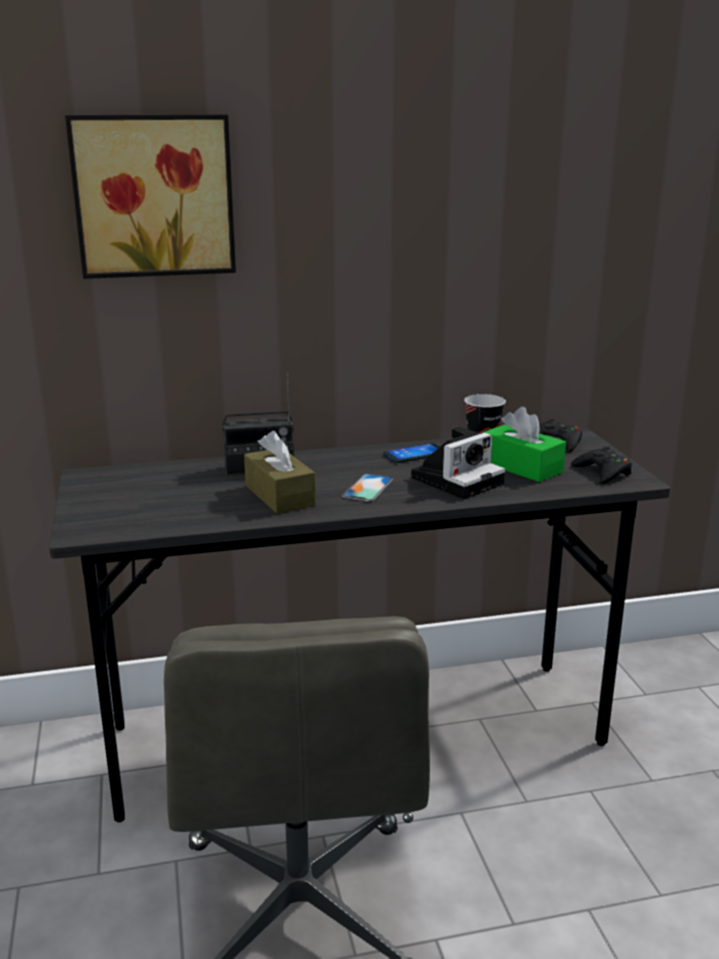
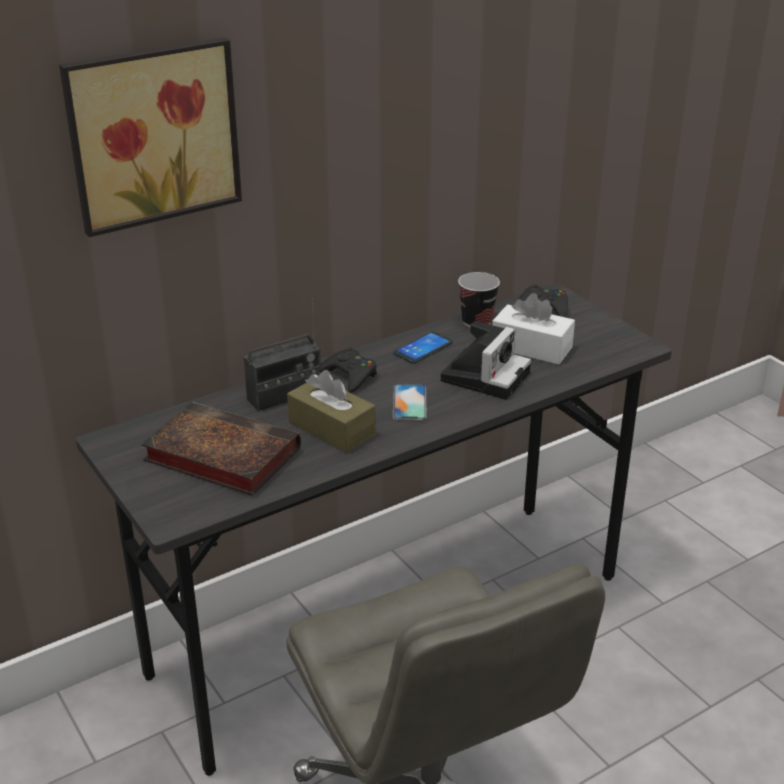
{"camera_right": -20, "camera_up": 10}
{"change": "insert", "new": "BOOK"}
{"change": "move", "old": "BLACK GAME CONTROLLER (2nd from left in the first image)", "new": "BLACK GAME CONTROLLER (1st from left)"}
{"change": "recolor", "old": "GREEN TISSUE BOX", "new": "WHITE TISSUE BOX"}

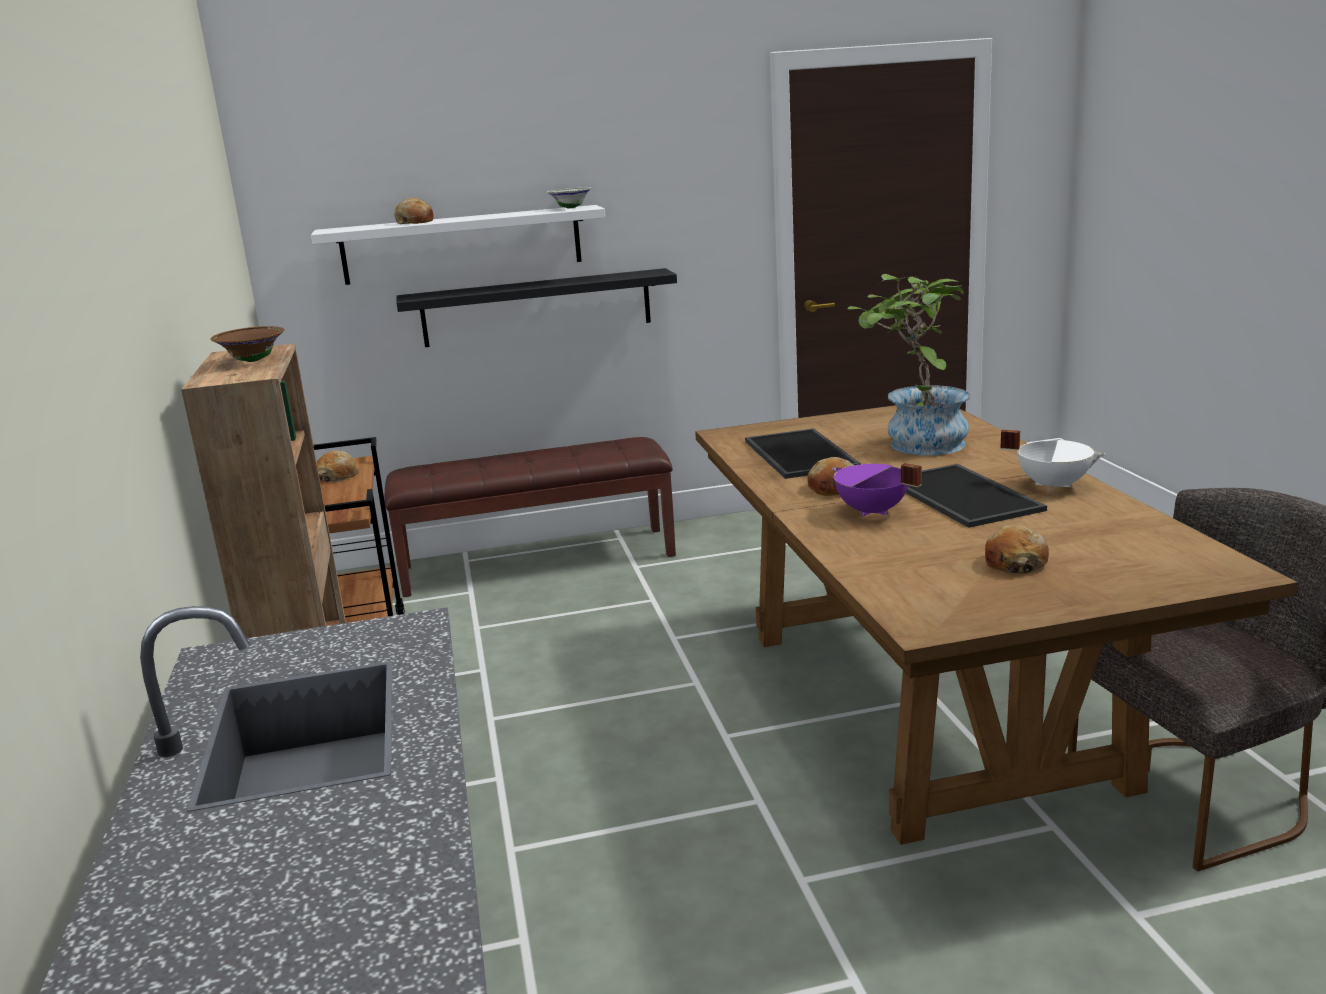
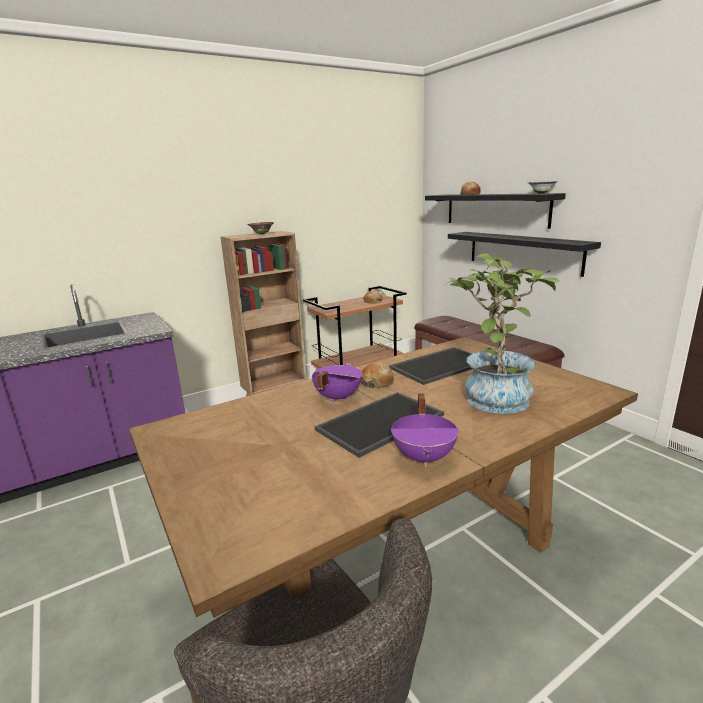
{"camera_right": 70, "camera_up": 0}
{"change": "recolor", "old": "WHITE COOKING POT", "new": "PURPLE COOKING POT (2nd from left)"}
{"change": "recolor", "old": "WHITE SHELF", "new": "BLACK SHELF (1st from left)"}
{"change": "delete", "old": "BREAD (4th from left)"}

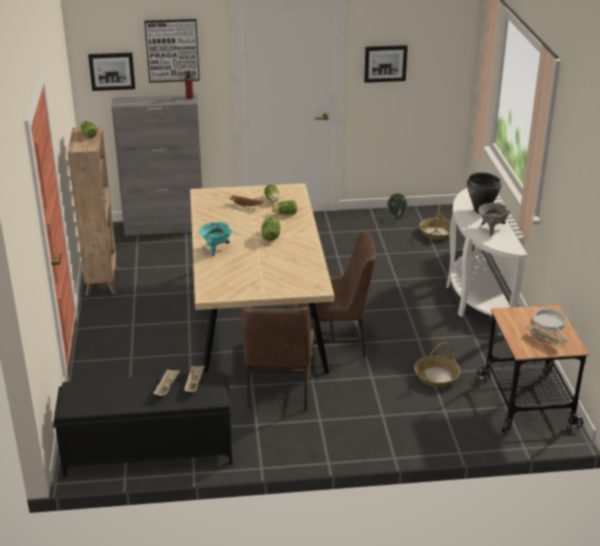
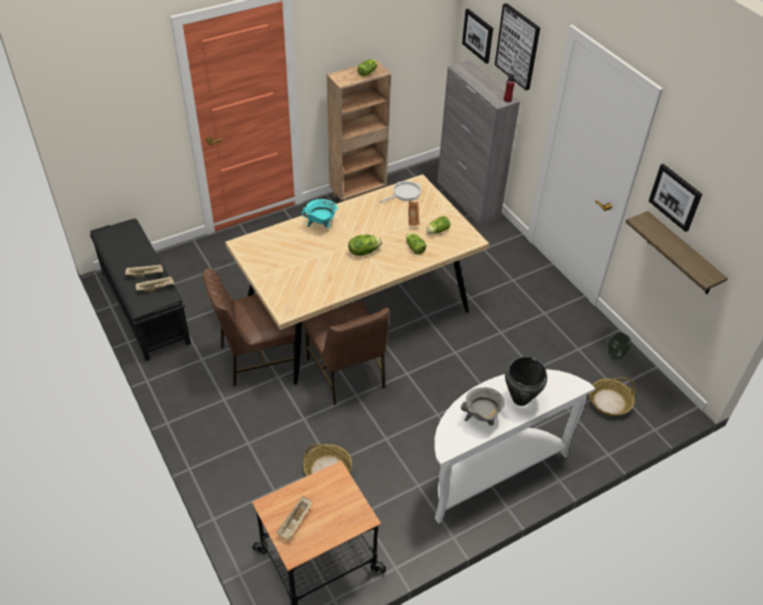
{"camera_right": 65, "camera_up": 15}
{"change": "move", "old": "FRYING PAN"}
{"change": "insert", "new": "SHELF"}

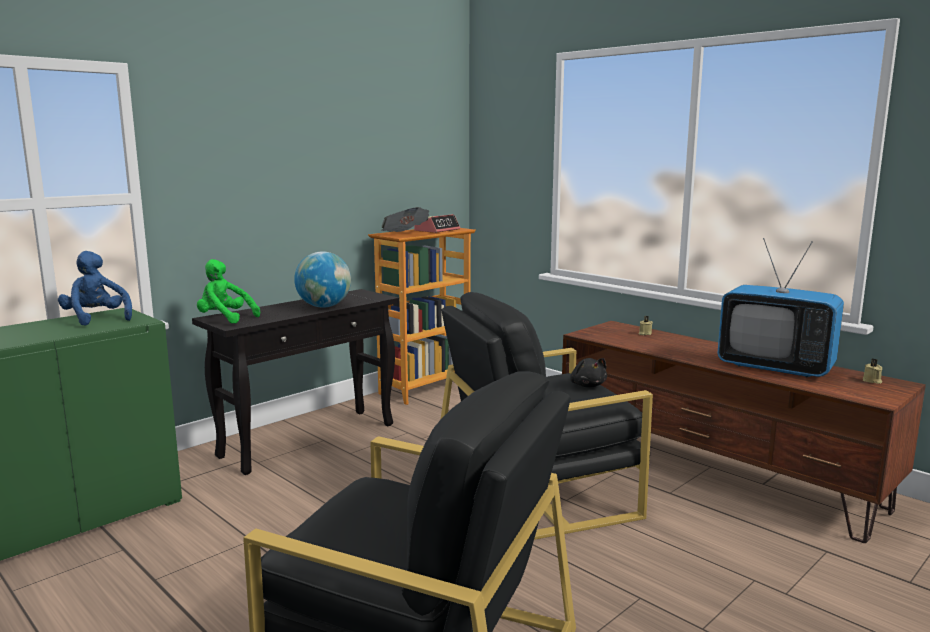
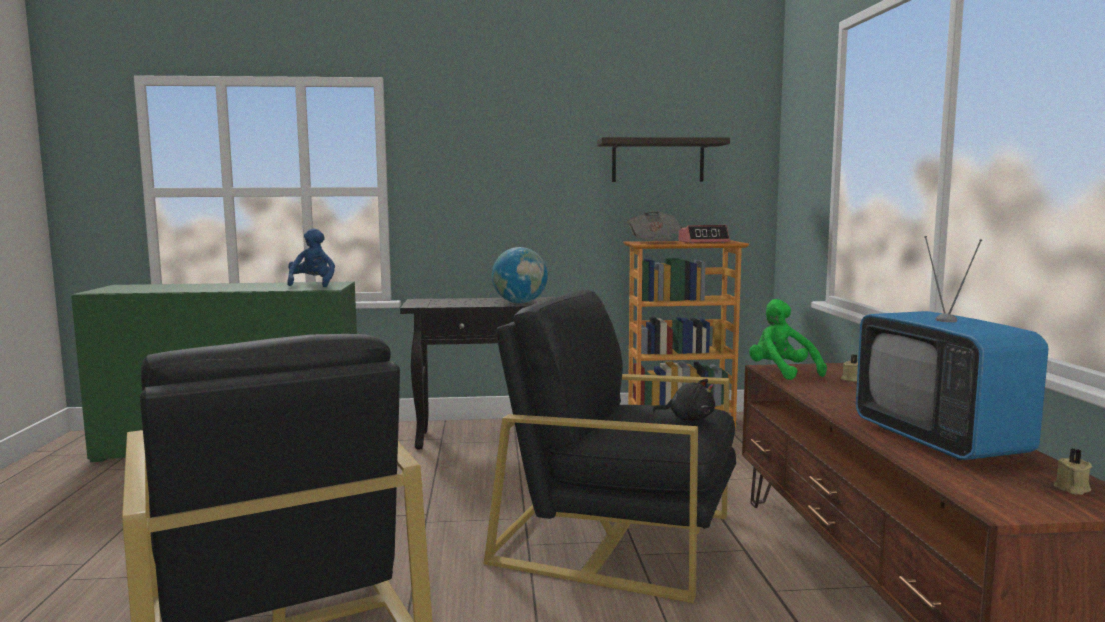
{"camera_right": 40, "camera_up": -5}
{"change": "insert", "new": "SHELF"}
{"change": "rotate", "old": "BLACK PLUSH TOY", "degrees": -90}
{"change": "move", "old": "GREEN PLUSH TOY"}

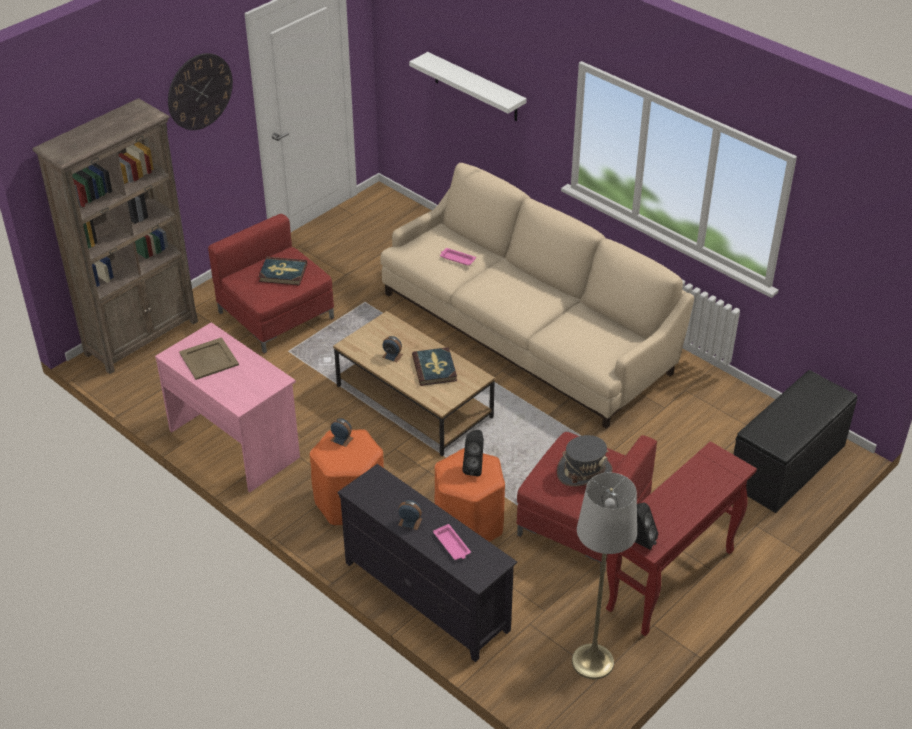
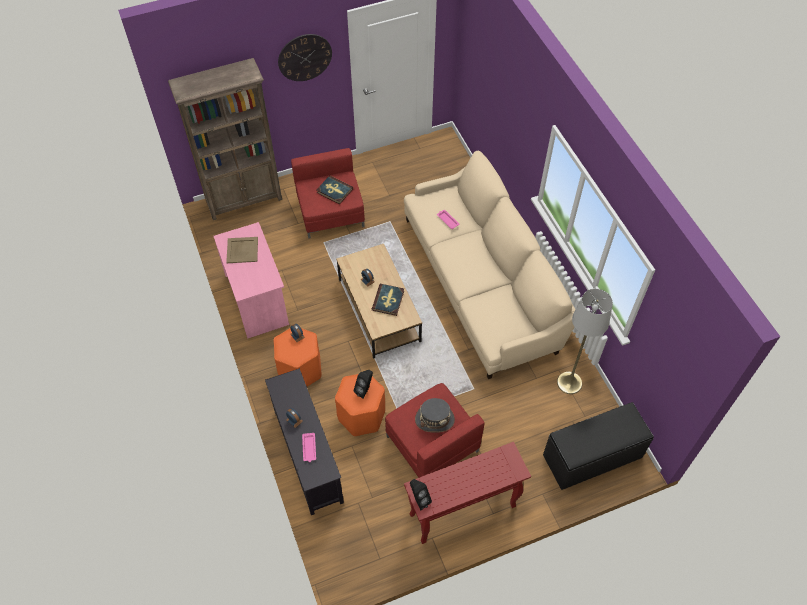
{"camera_right": 25, "camera_up": 15}
{"change": "move", "old": "GREY FLOOR LAMP"}
{"change": "delete", "old": "WHITE SHELF"}

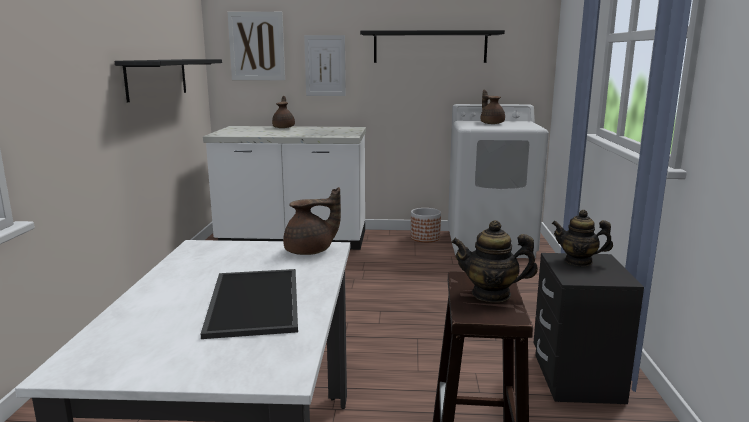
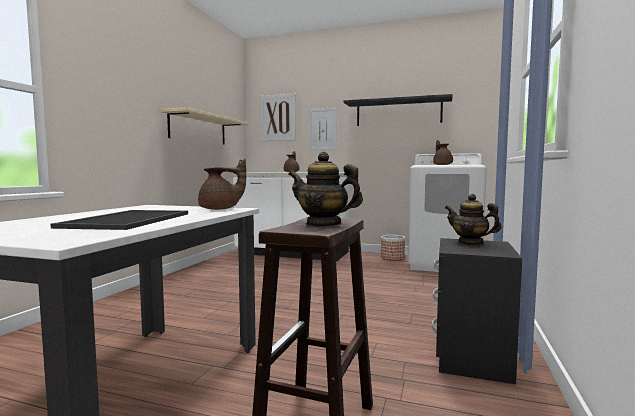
{"camera_right": 15, "camera_up": -10}
{"change": "recolor", "old": "BLACK SHELF (1st from left)", "new": "BEIGE SHELF"}

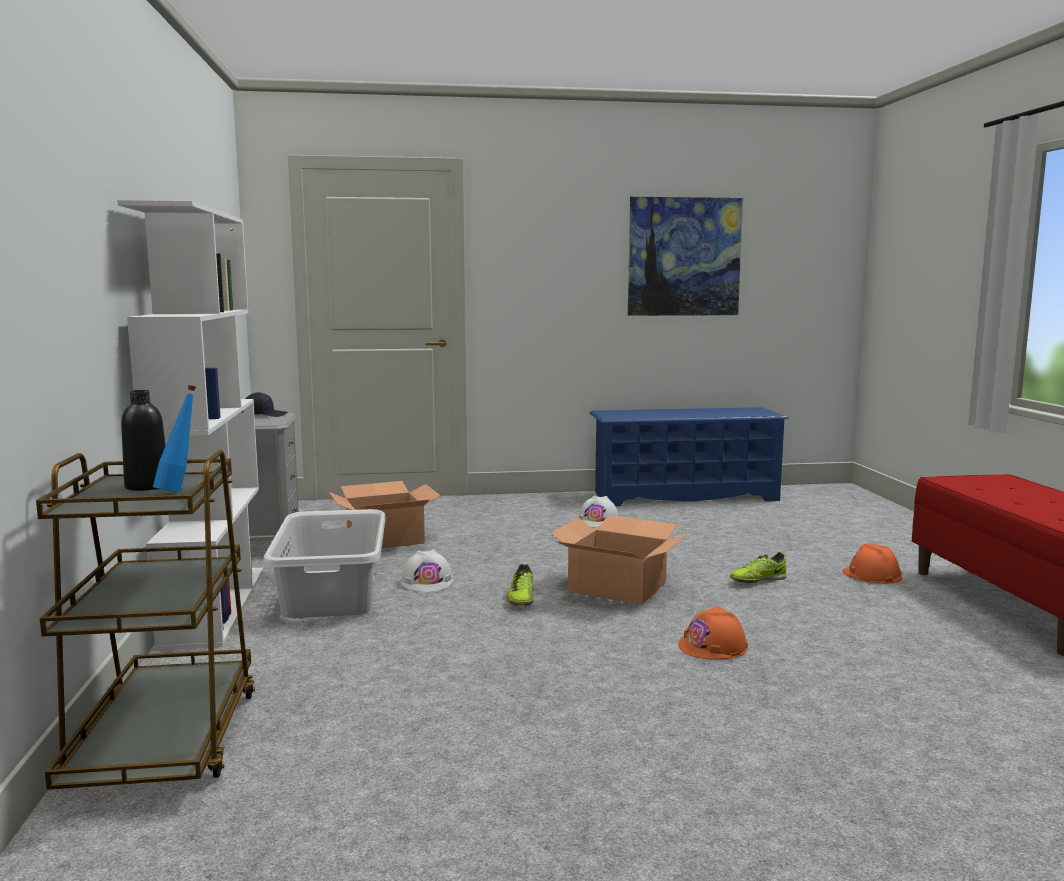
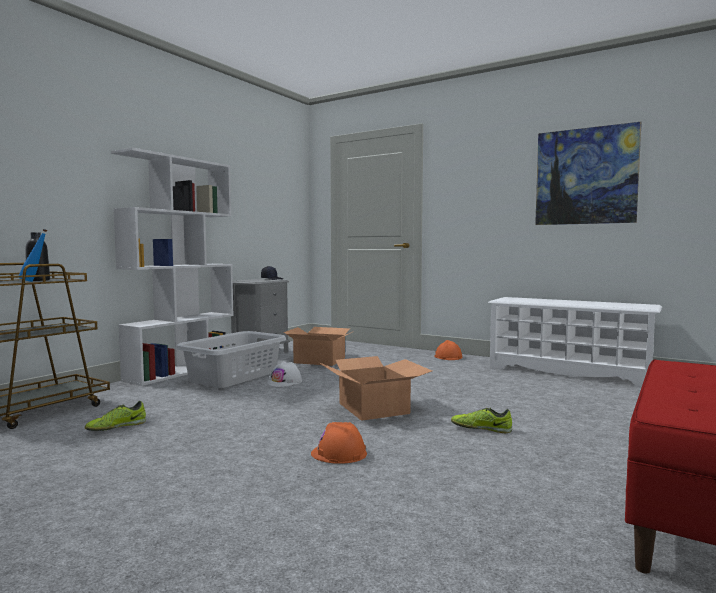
{"camera_right": 40, "camera_up": -5}
{"change": "move", "old": "SHOE (1st from left)"}
{"change": "move", "old": "ORANGE HARD HAT (2nd from left)"}
{"change": "recolor", "old": "BLUE SHOE RACK", "new": "WHITE SHOE RACK"}
{"change": "delete", "old": "WHITE HARD HAT (2nd from left)"}

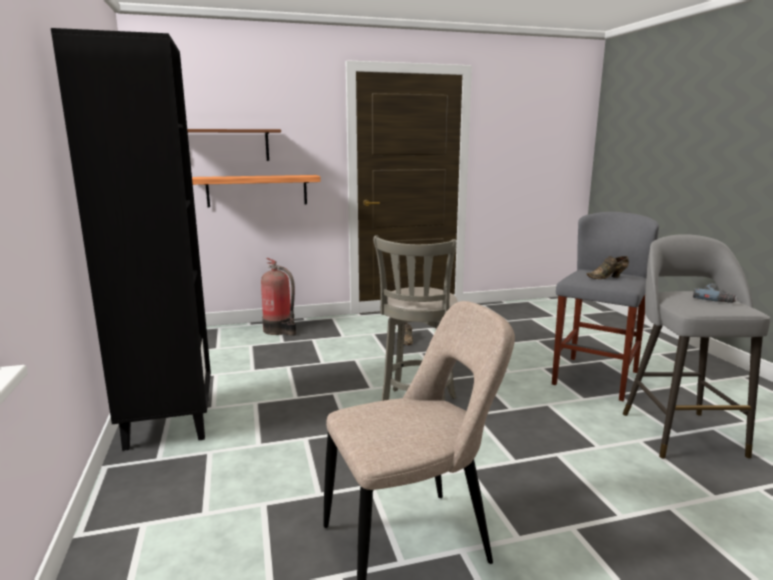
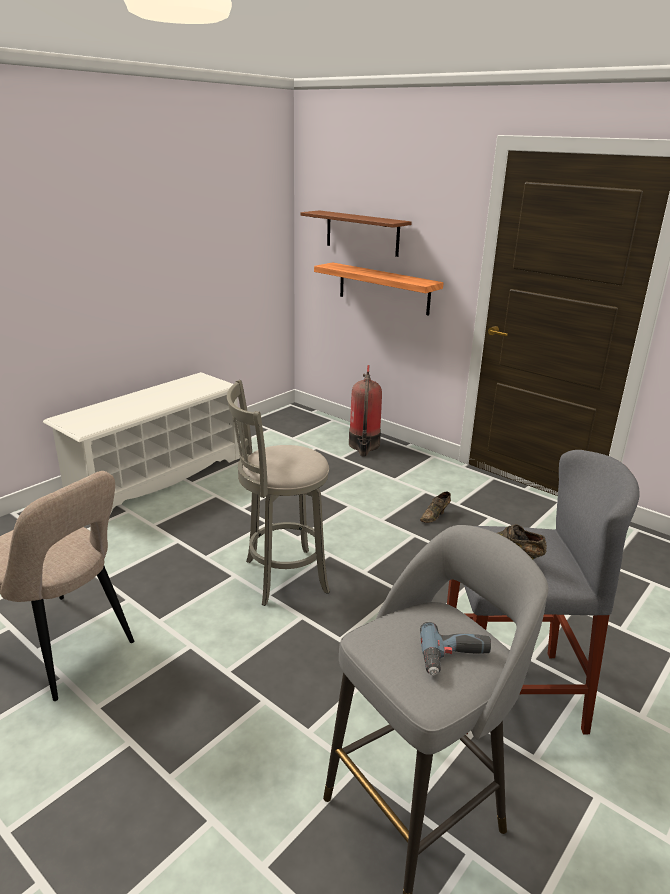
{"camera_right": 55, "camera_up": 10}
{"change": "replace", "old": "BLACK BOOKCASE", "new": "WHITE SHOE RACK"}

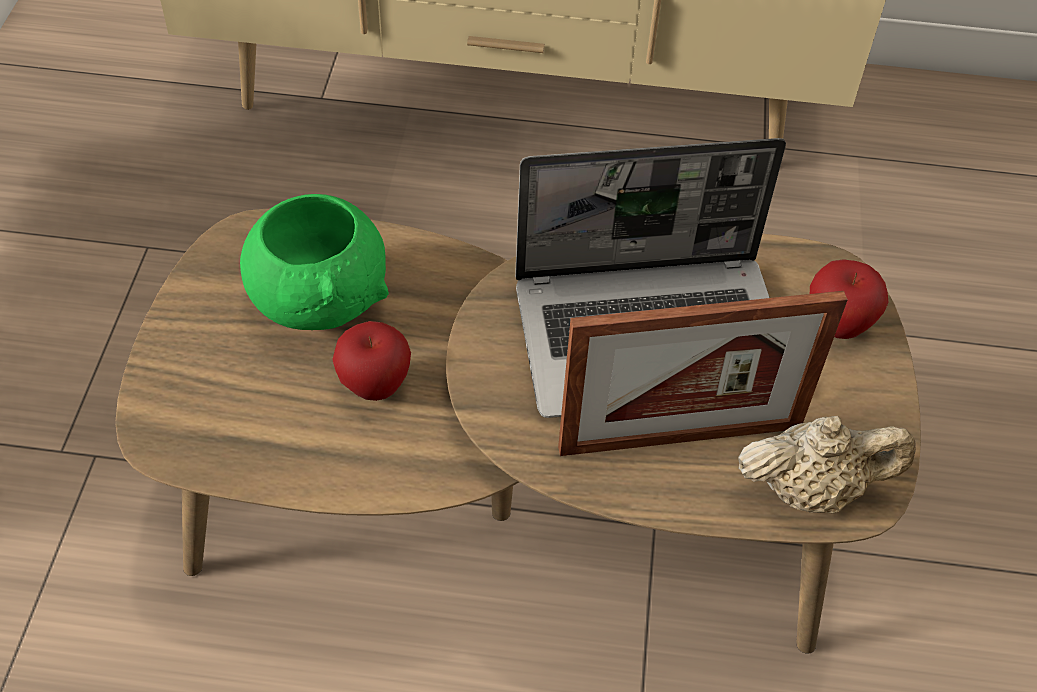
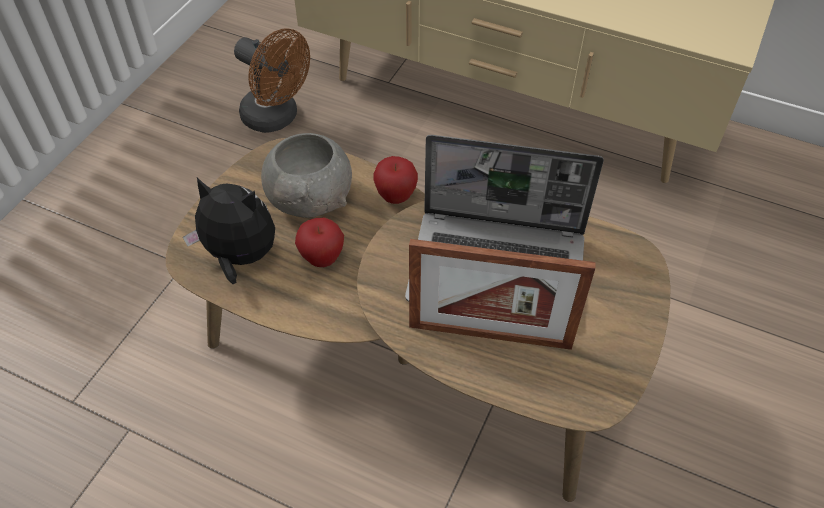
{"camera_right": 20, "camera_up": 0}
{"change": "insert", "new": "PLUSH TOY"}
{"change": "insert", "new": "BROWN FAN"}
{"change": "recolor", "old": "GREEN BOWL", "new": "GREY BOWL"}
{"change": "move", "old": "APPLE (2nd from left)"}
{"change": "delete", "old": "BEIGE TEAPOT"}

